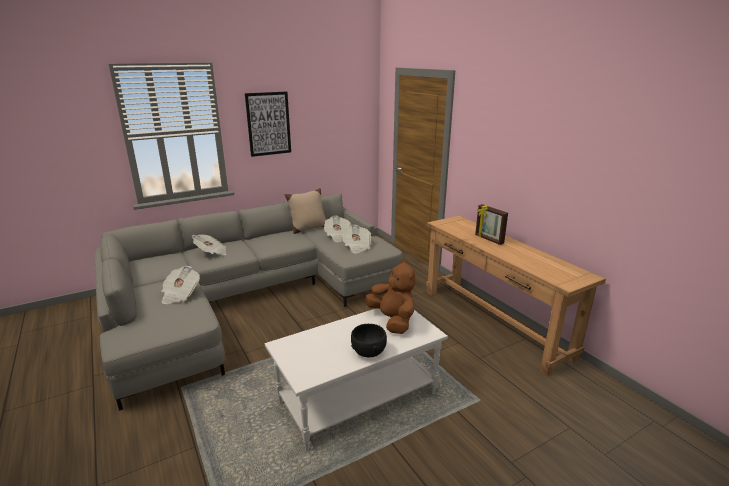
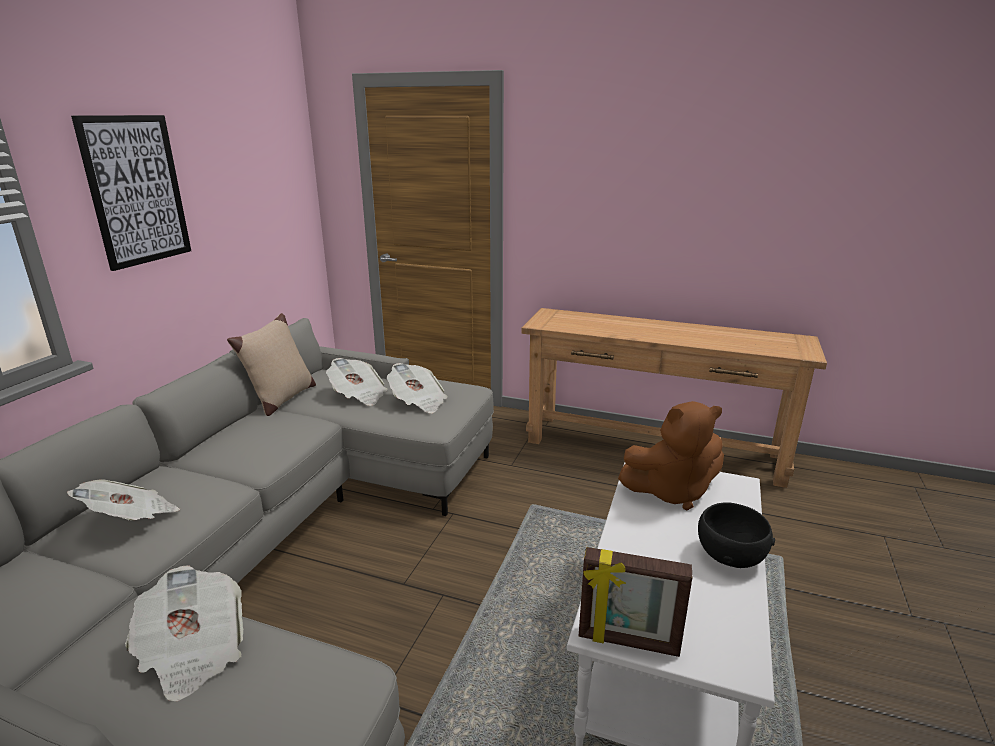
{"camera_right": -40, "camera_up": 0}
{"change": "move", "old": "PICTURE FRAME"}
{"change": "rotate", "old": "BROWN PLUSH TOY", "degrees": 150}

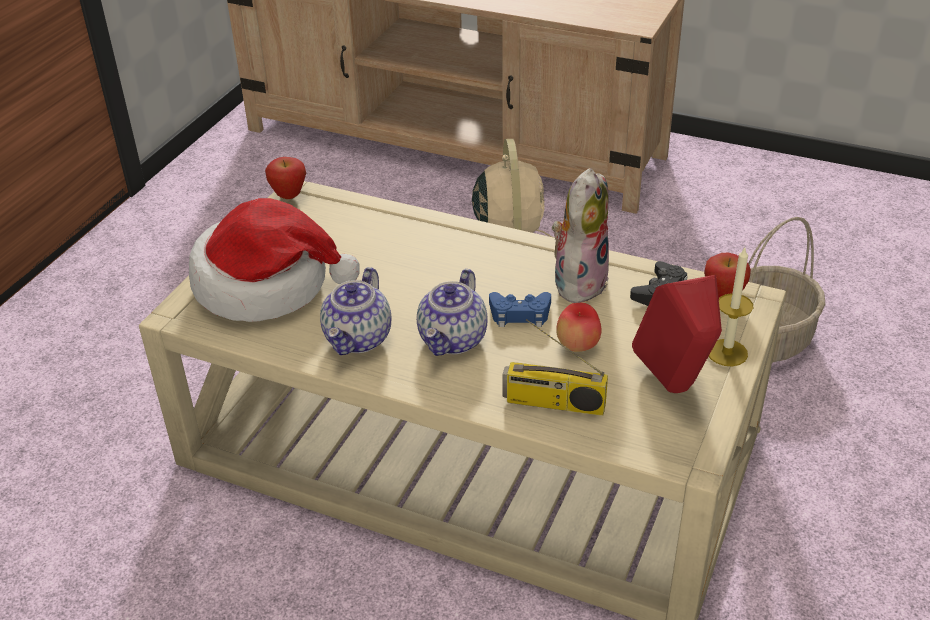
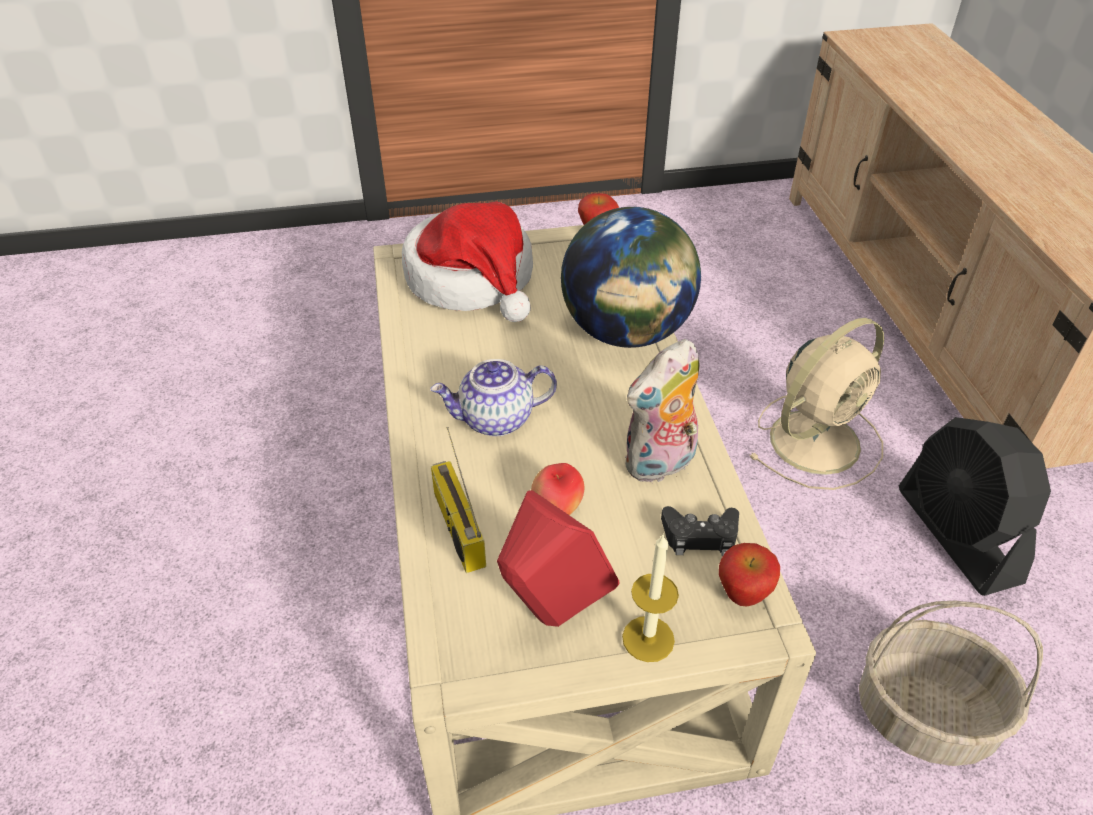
{"camera_right": 55, "camera_up": 5}
{"change": "insert", "new": "GLOBE"}
{"change": "rotate", "old": "PLUSH TOY", "degrees": 150}
{"change": "insert", "new": "BLACK FAN"}
{"change": "delete", "old": "TEAPOT (1st from left)"}
{"change": "delete", "old": "BLUE GAME CONTROLLER"}

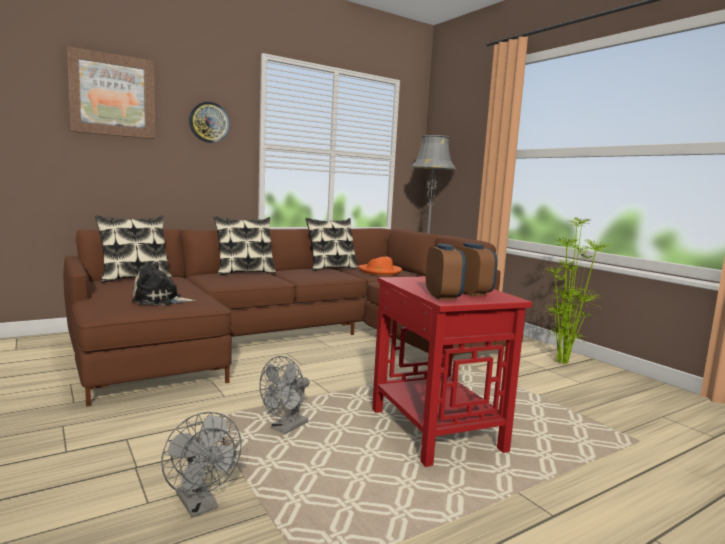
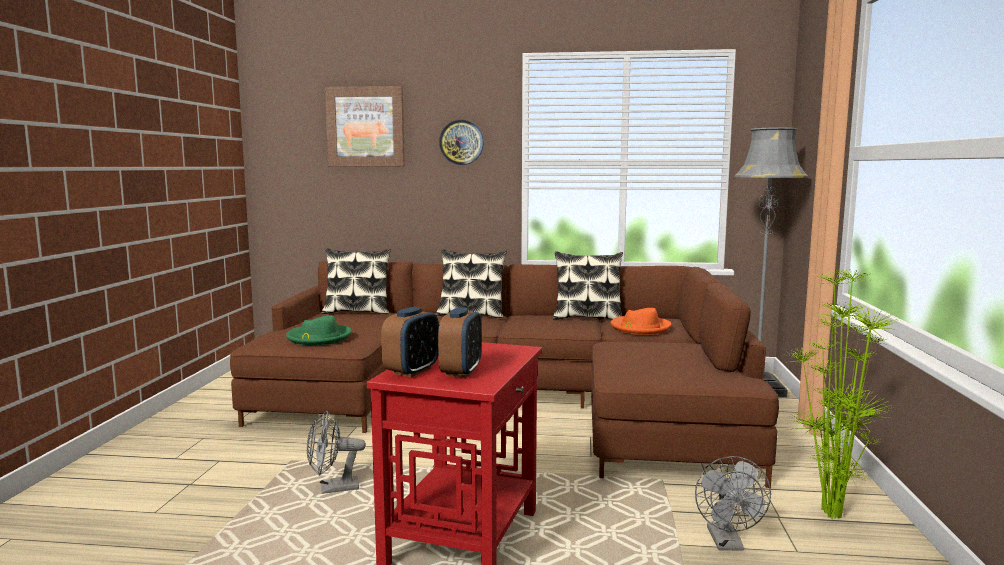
{"camera_right": 40, "camera_up": 0}
{"change": "replace", "old": "PLUSH TOY", "new": "GREEN HAT"}
{"change": "move", "old": "GREY FAN (1st from left in the first image)", "new": "GREY FAN (2nd from left)"}

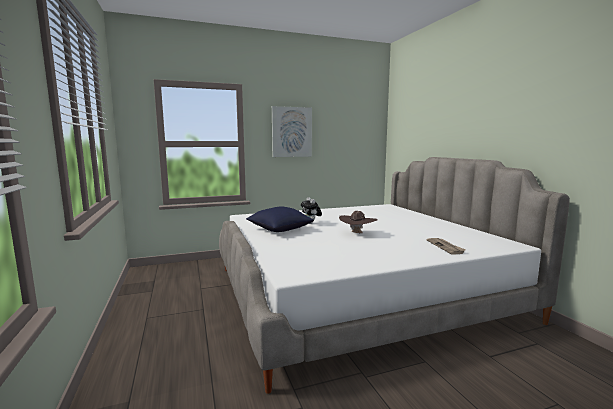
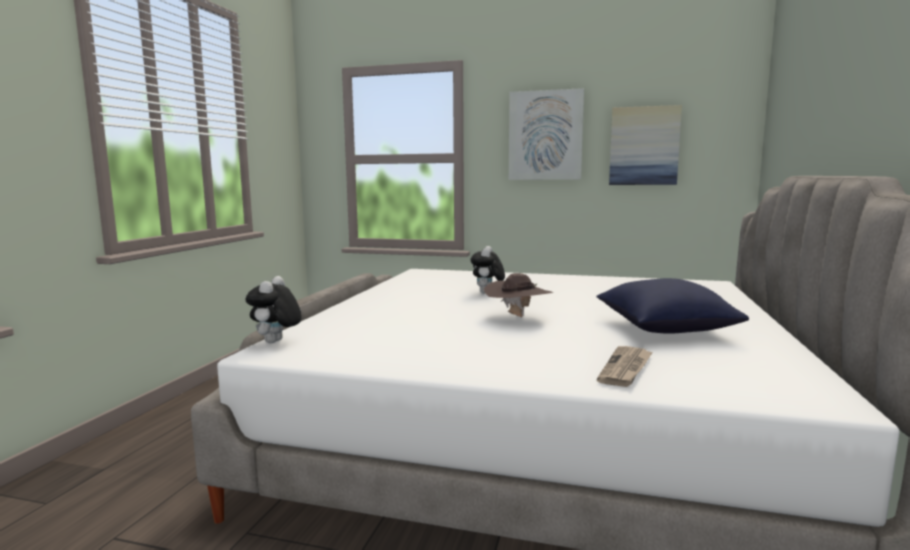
{"camera_right": 35, "camera_up": 0}
{"change": "insert", "new": "PLUSH TOY (1st from left)"}
{"change": "move", "old": "BLUE PILLOW"}
{"change": "insert", "new": "PICTURE (2nd from left)"}

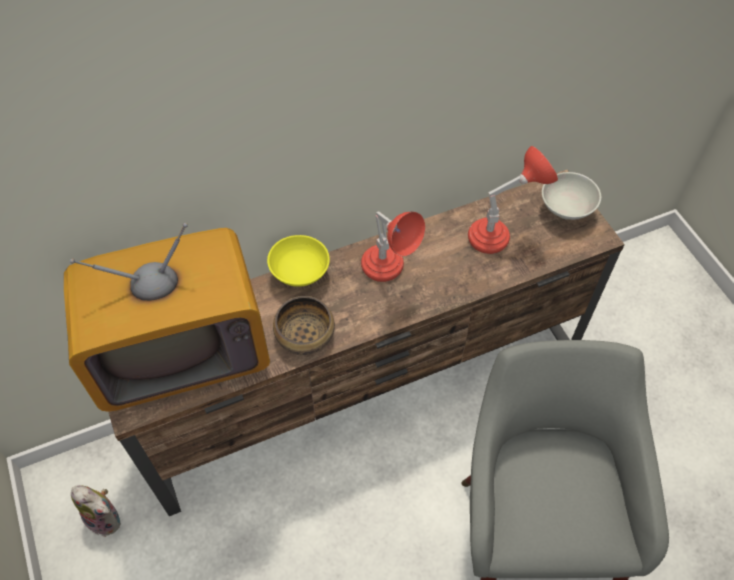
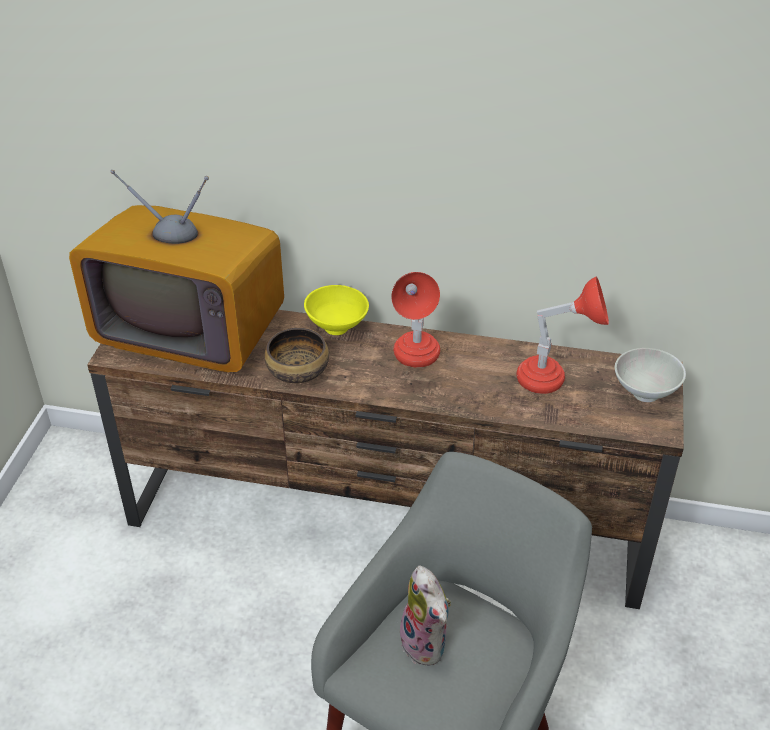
{"camera_right": 35, "camera_up": -15}
{"change": "move", "old": "PLUSH TOY"}

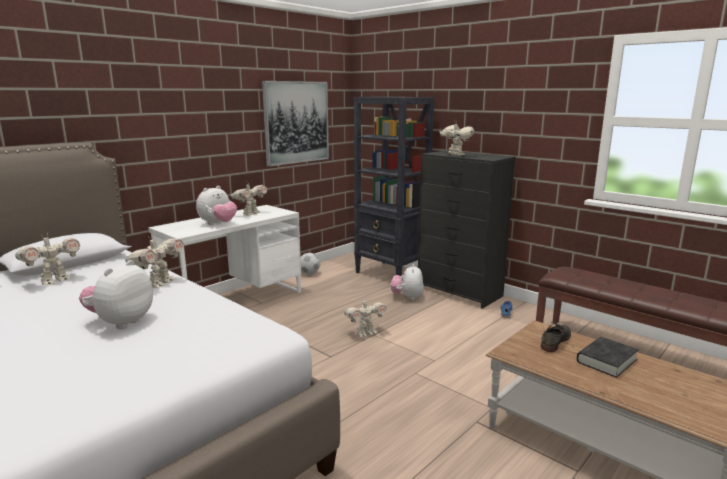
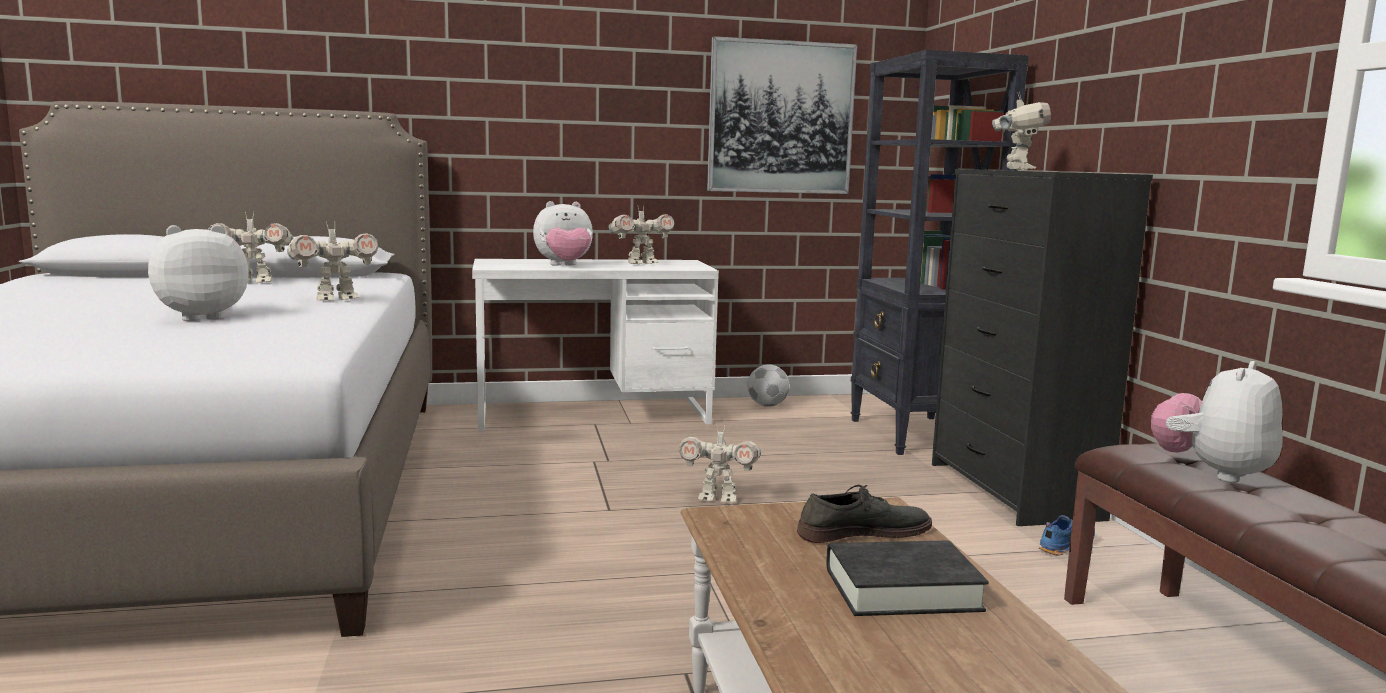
{"camera_right": 35, "camera_up": -5}
{"change": "move", "old": "PLUSH TOY (3rd from left)"}

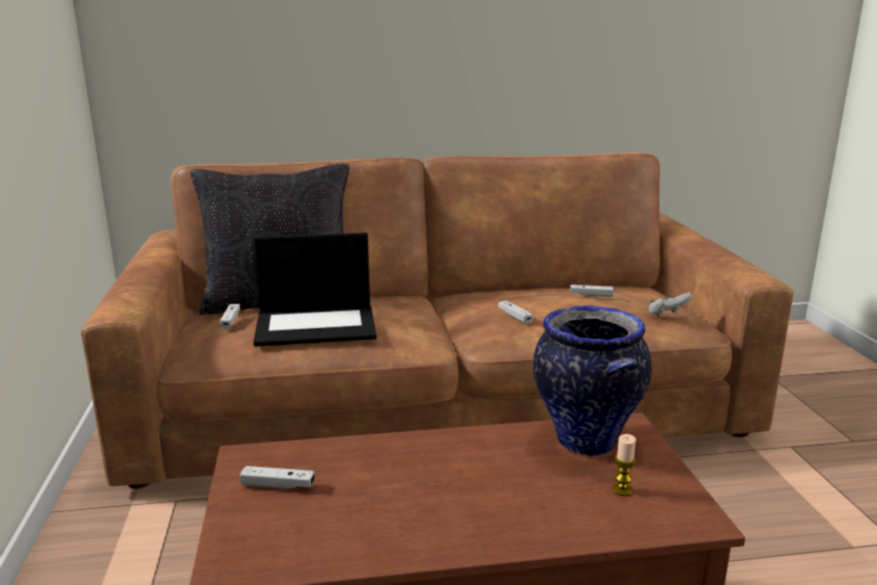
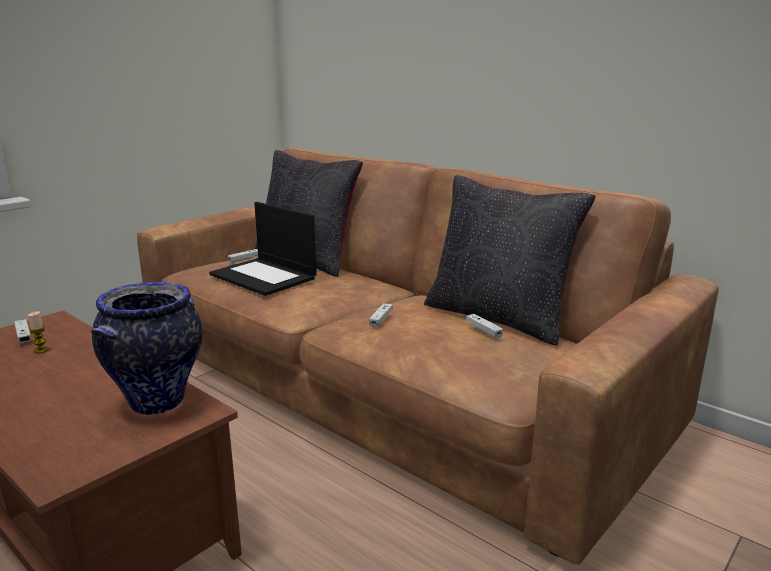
{"camera_right": 50, "camera_up": 0}
{"change": "move", "old": "CANDLE"}
{"change": "insert", "new": "BLACK PILLOW (2nd from left)"}
{"change": "delete", "old": "WHITE GAME CONTROLLER (5th from left)"}

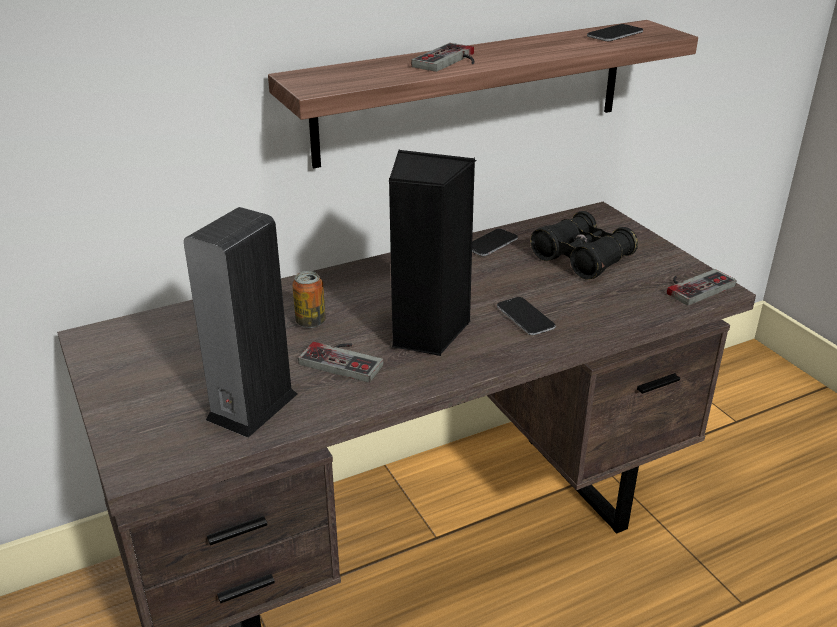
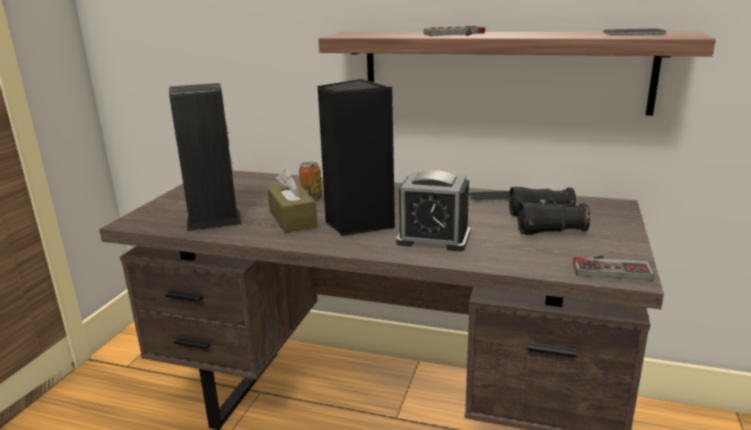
{"camera_right": 45, "camera_up": -10}
{"change": "replace", "old": "GAME CONTROLLER (1st from left)", "new": "BROWN TISSUE BOX"}
{"change": "replace", "old": "PHONE (2nd from left)", "new": "ALARM CLOCK"}

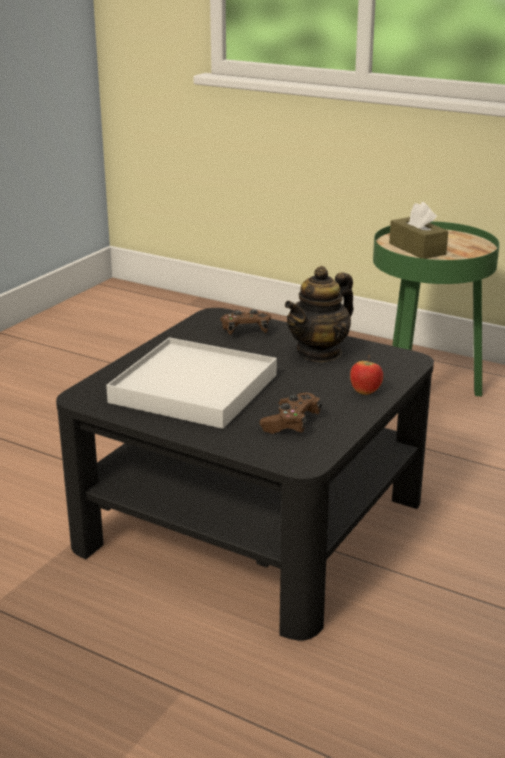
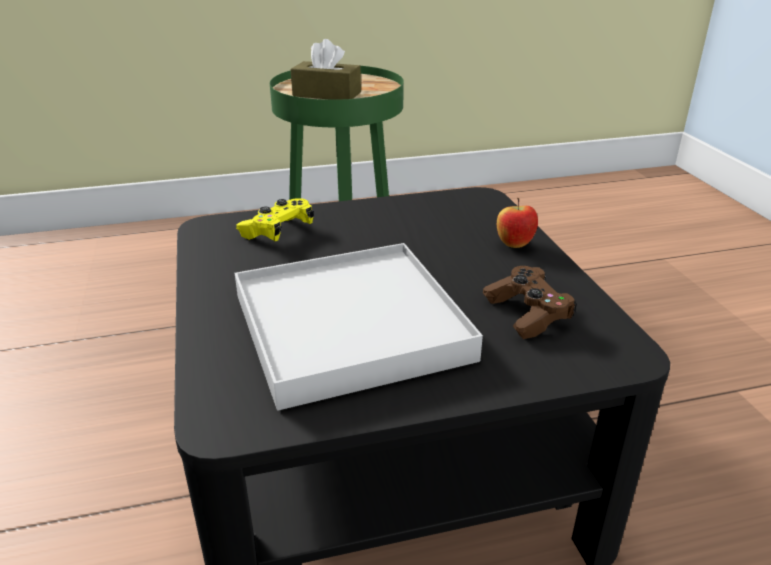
{"camera_right": -45, "camera_up": 5}
{"change": "recolor", "old": "BROWN GAME CONTROLLER (1st from left)", "new": "YELLOW GAME CONTROLLER"}
{"change": "delete", "old": "TEAPOT"}

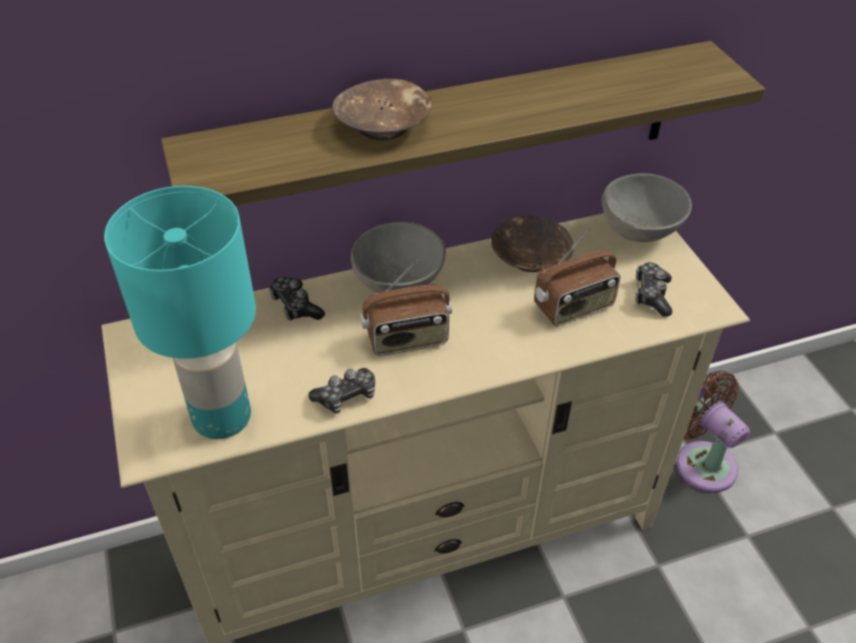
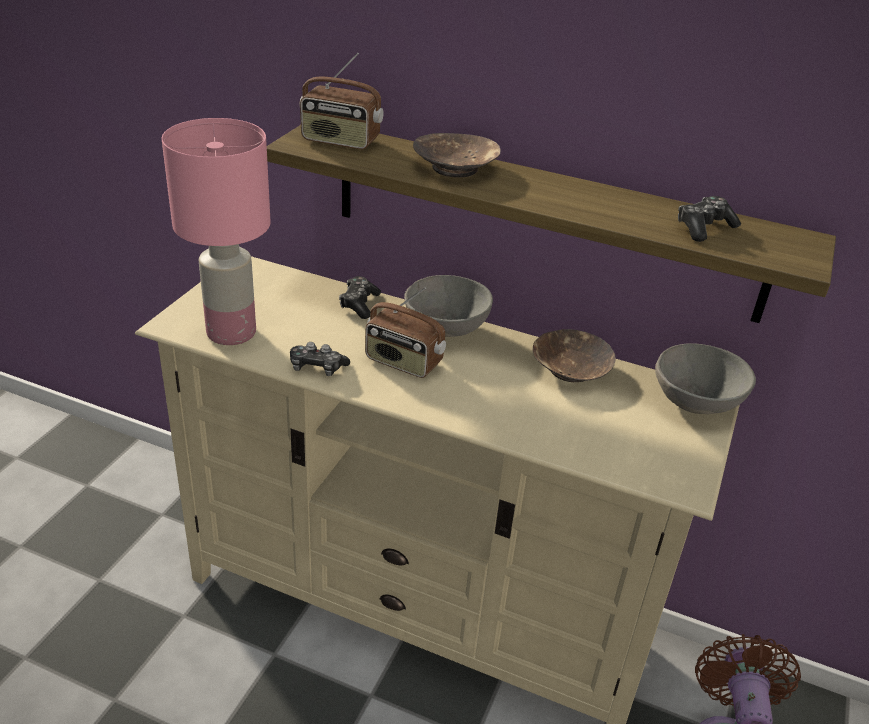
{"camera_right": 40, "camera_up": -10}
{"change": "recolor", "old": "TURQUOISE TABLE LAMP", "new": "PINK TABLE LAMP"}
{"change": "move", "old": "RADIO (2nd from left in the first image)", "new": "RADIO (1st from left)"}
{"change": "move", "old": "GAME CONTROLLER (3rd from left)"}

